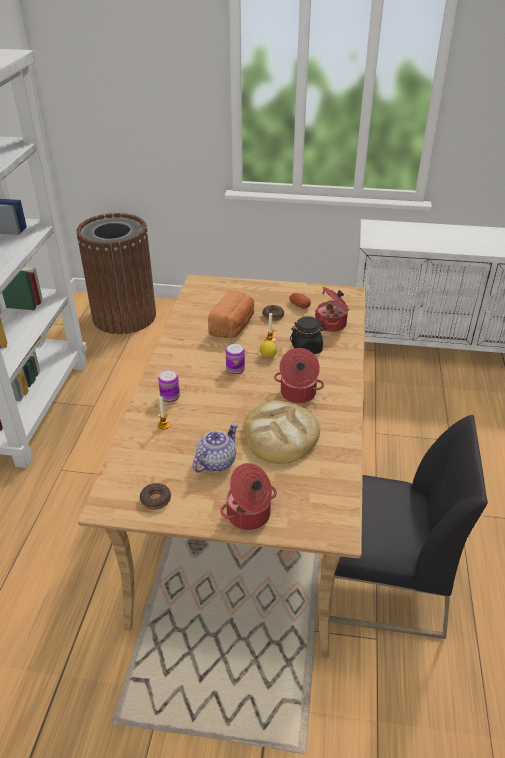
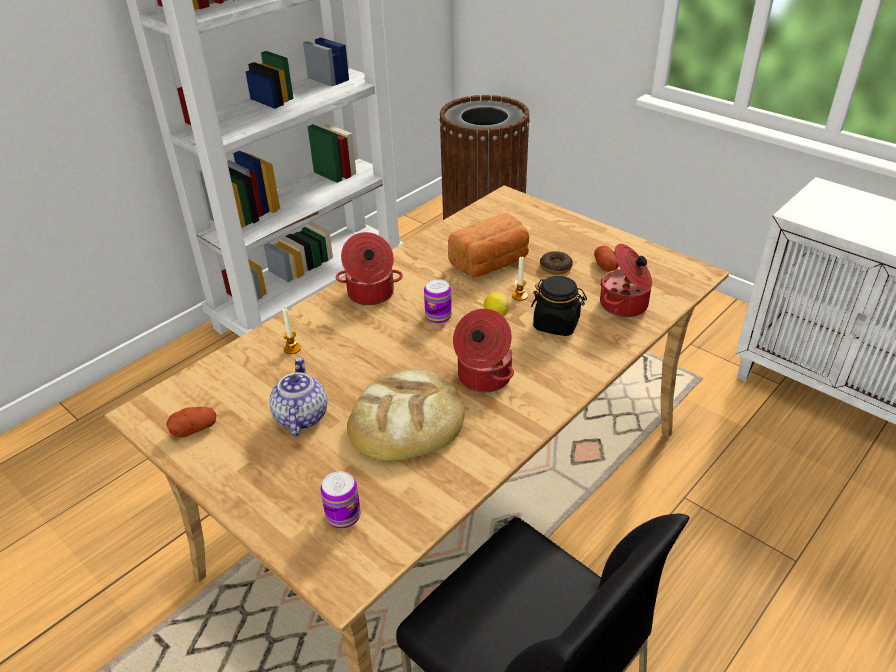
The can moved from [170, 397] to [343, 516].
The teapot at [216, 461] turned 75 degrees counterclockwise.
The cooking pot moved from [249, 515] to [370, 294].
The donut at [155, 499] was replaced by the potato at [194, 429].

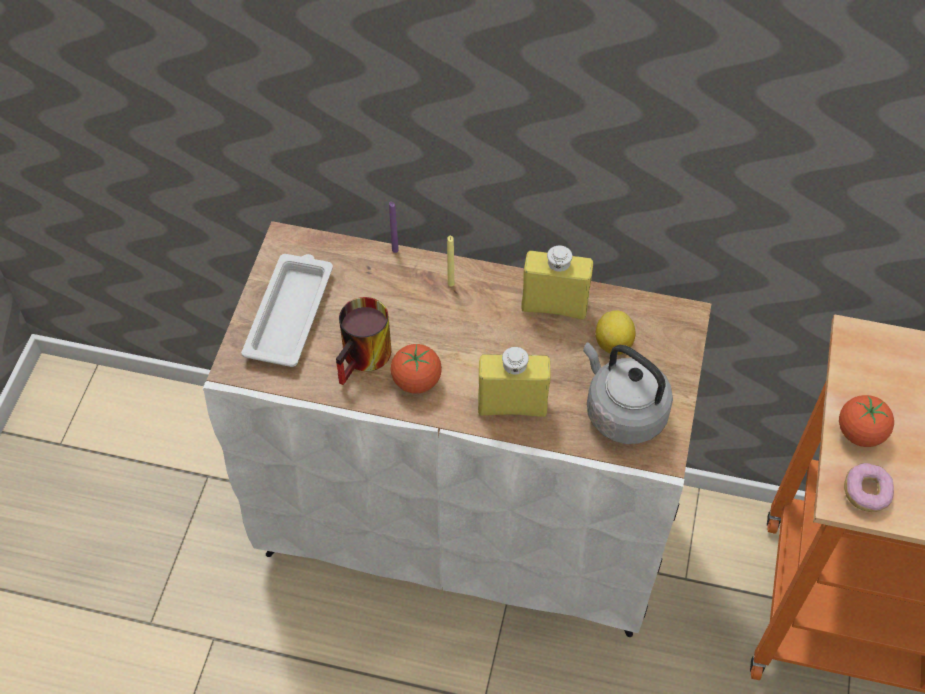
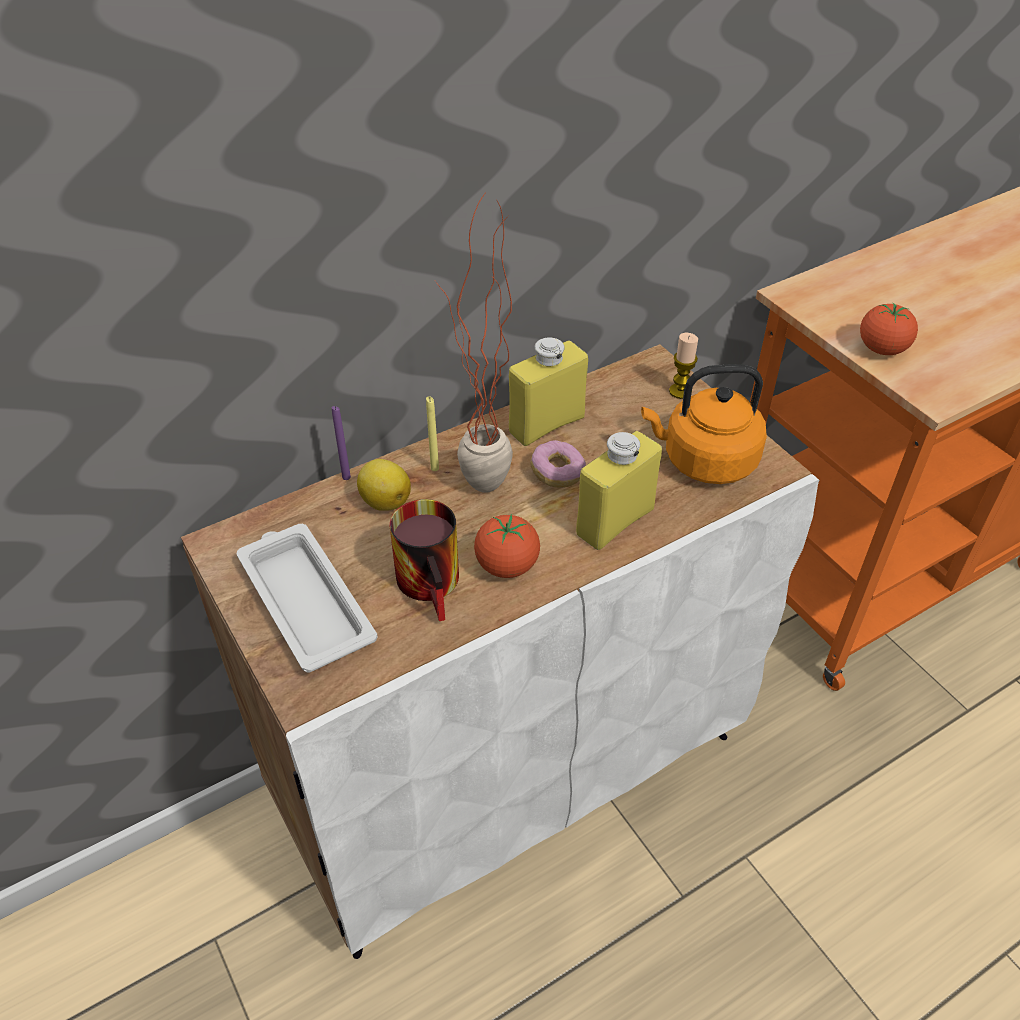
The lemon moved from [614, 342] to [385, 500].
The kettle (grey) at [622, 412] became the kettle (orange) at [704, 461].
The donut moved from [866, 493] to [557, 473].
The potted plant at [481, 496] appeared.
The candle at [680, 391] appeared.

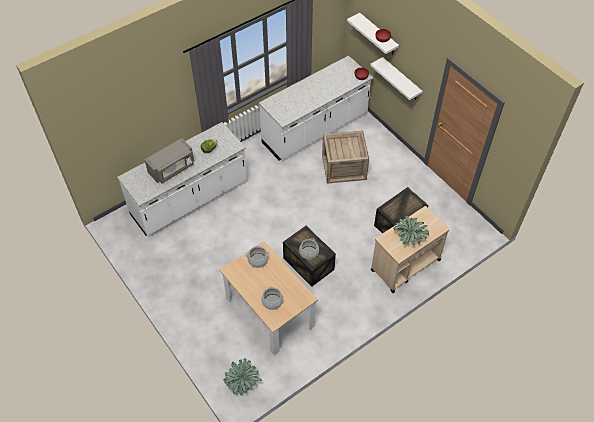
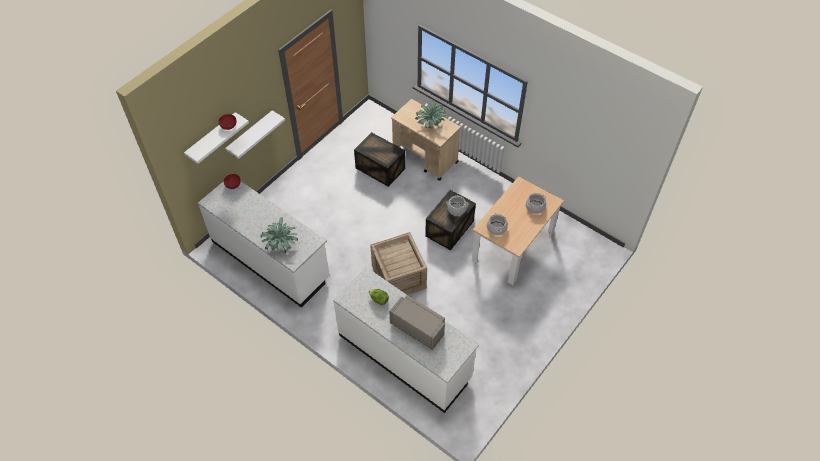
The crate moved from [343, 167] to [398, 277].
The potted plant moved from [242, 382] to [281, 244].

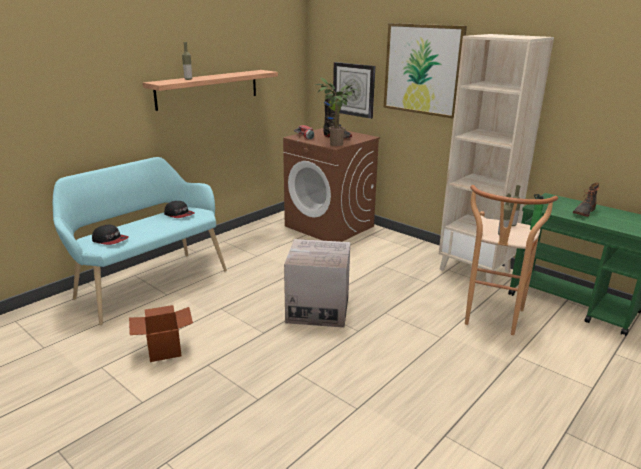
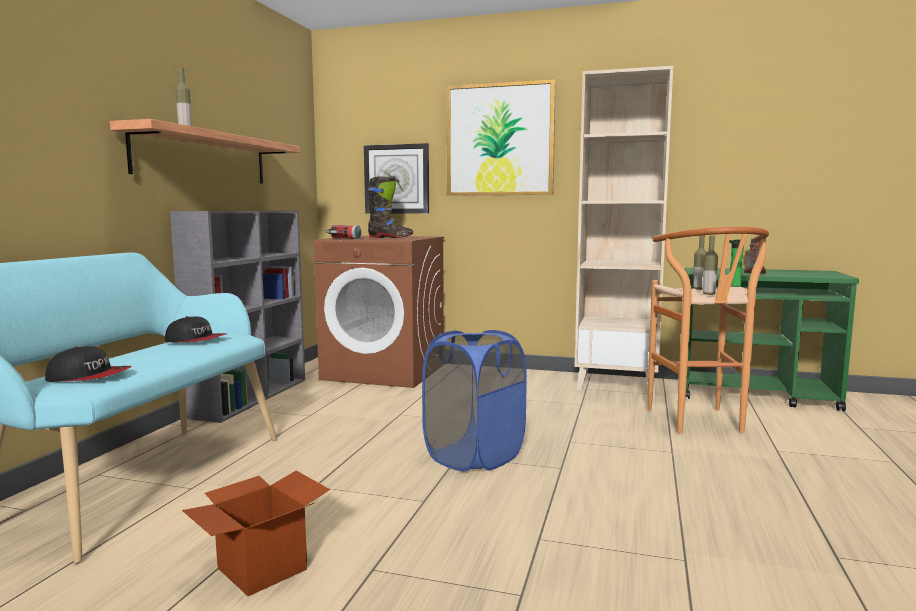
The potted plant at [334, 144] disappeared.
The cardboard box at [318, 309] was replaced by the laundry basket (blue) at [474, 456].
The bookcase (grey) at [251, 397] appeared.

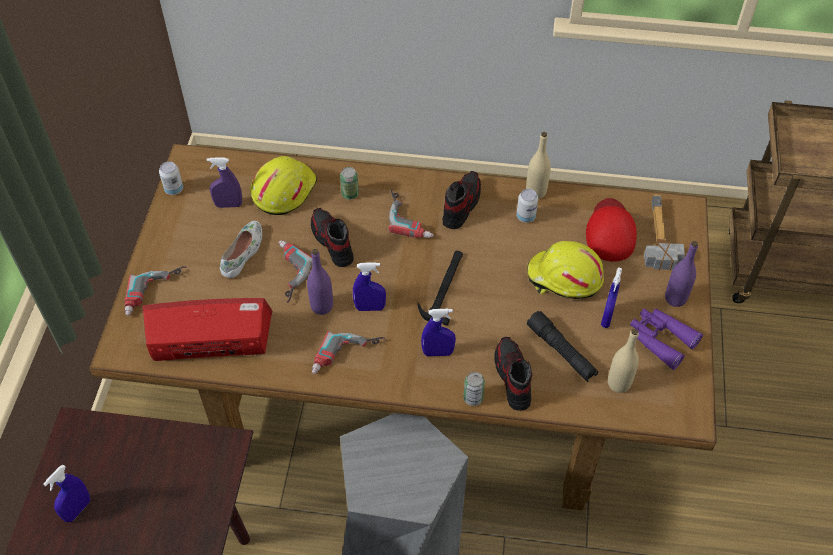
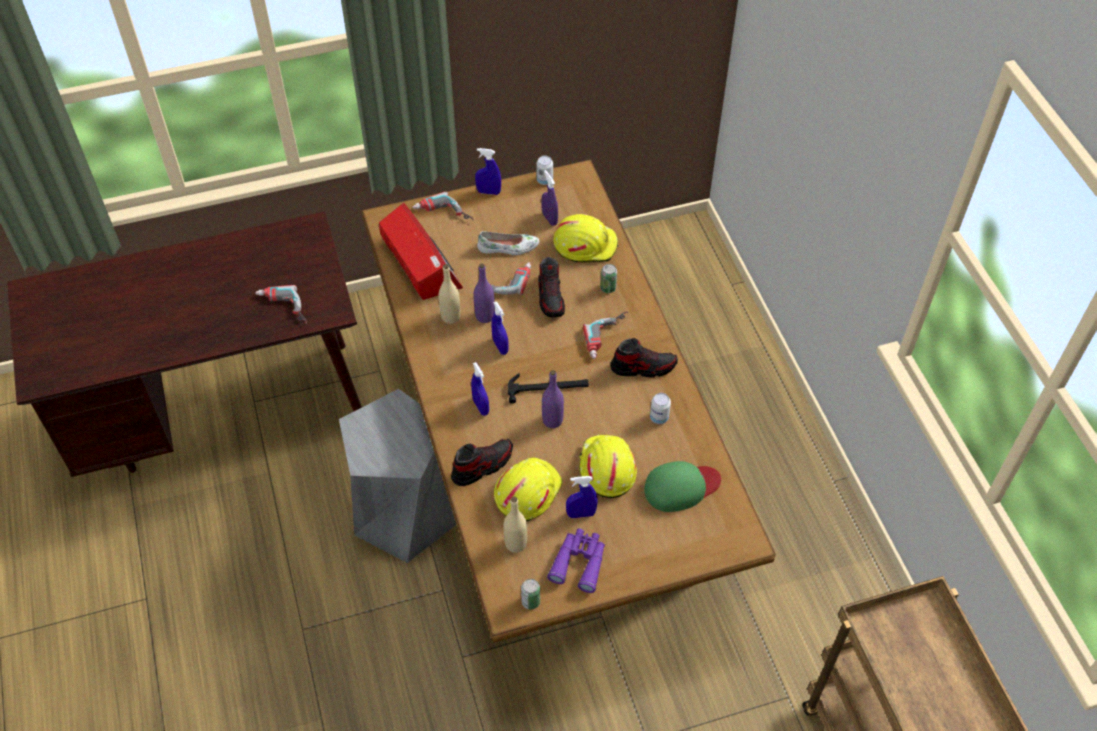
The bottle (beige) moved from [536, 192] to [450, 317].
The hammer at [654, 237] disappeared.
The cap (red) at [610, 231] became the cap (green) at [681, 487].
The shoe at [332, 242] turned 135 degrees clockwise.
The bottle (purple) moved from [675, 298] to [552, 420].
The flashlight (black) at [561, 351] was replaced by the hard hat (yellow) at [526, 491].
The power drill moved from [348, 358] to [281, 309].
The can moved from [473, 398] to [531, 601].
The spray bottle (blue) moved from [77, 509] to [488, 192].

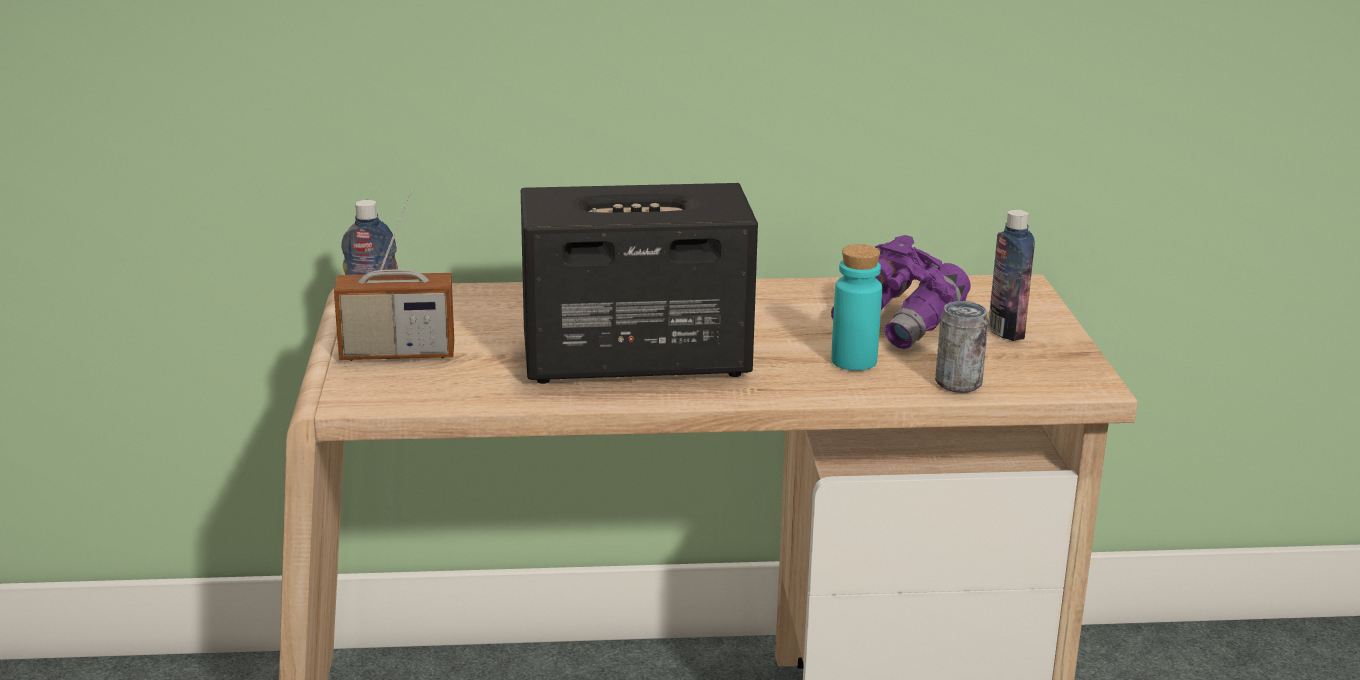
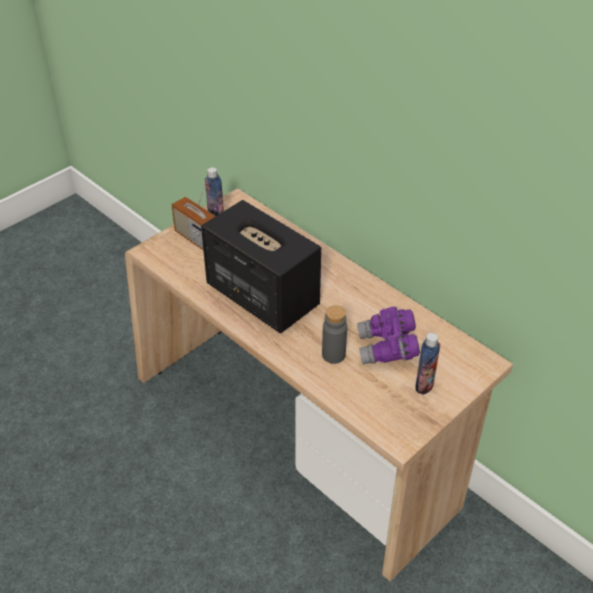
The bottle (turquoise) at [854, 361] became the bottle (grey) at [333, 355].
The can at [958, 384] disappeared.

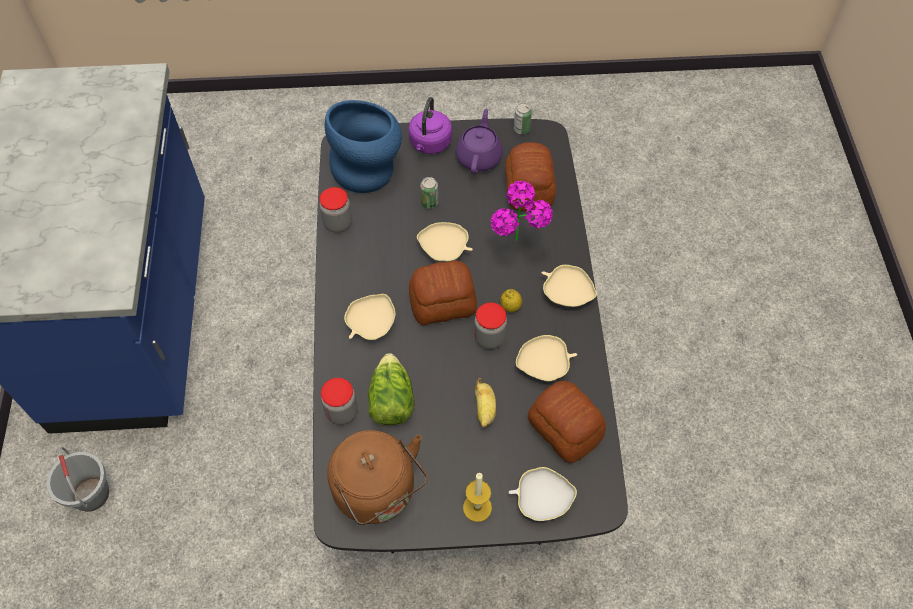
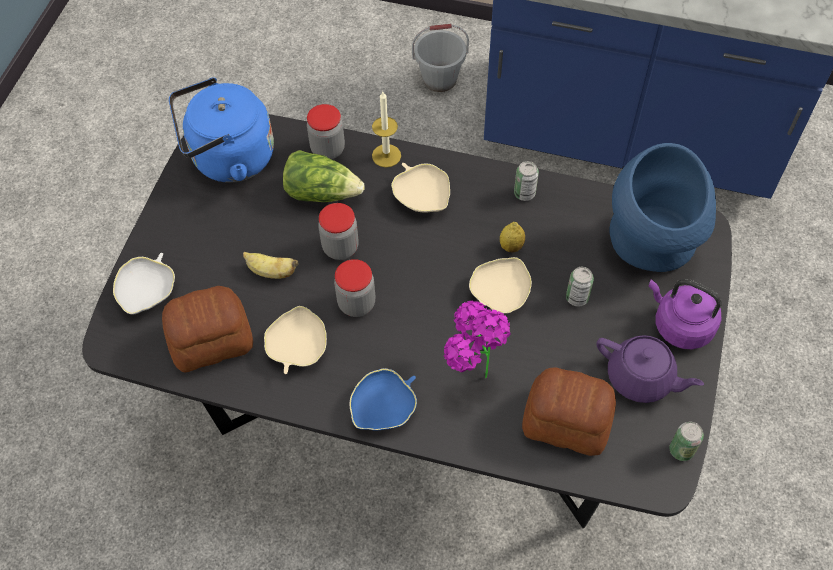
The jar moved from [338, 223] to [340, 247].
The bread at [443, 304] disappeared.
The bowl (beige) at [567, 293] became the bowl (blue) at [384, 408].
The lemon moved from [510, 307] to [511, 246].
The kettle (brown) at [378, 493] became the kettle (blue) at [228, 159].
The candle moved from [477, 507] to [386, 155].
The can at [524, 193] appeared.

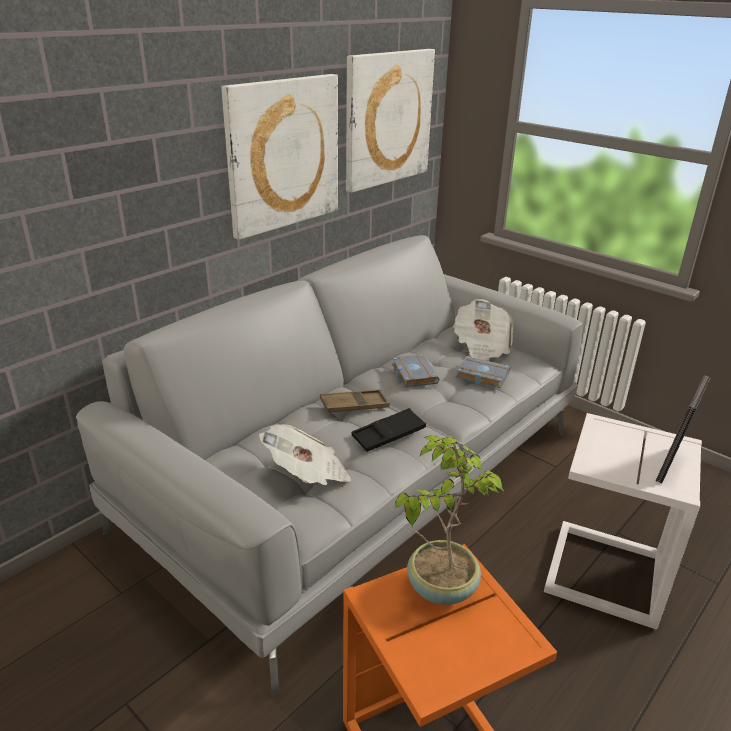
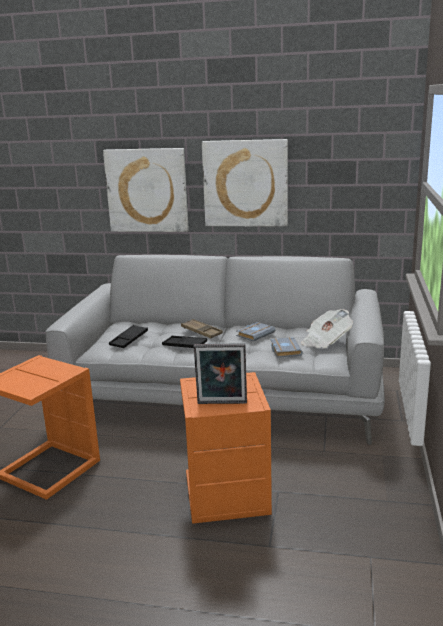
The picture moved from [387, 119] to [147, 190].
The side table (white) at [602, 573] became the side table (orange) at [227, 493].
The newspaper at [307, 474] was replaced by the tray (black) at [129, 339].
The potted plant at [440, 587] disappeared.

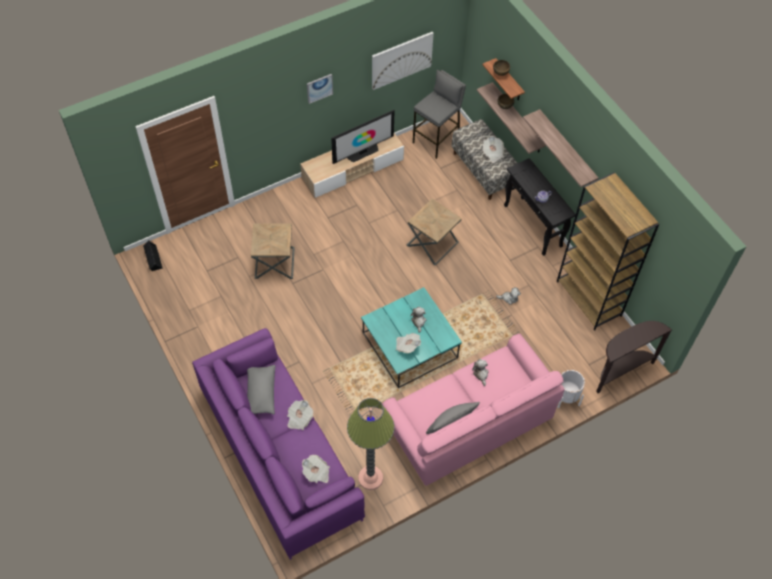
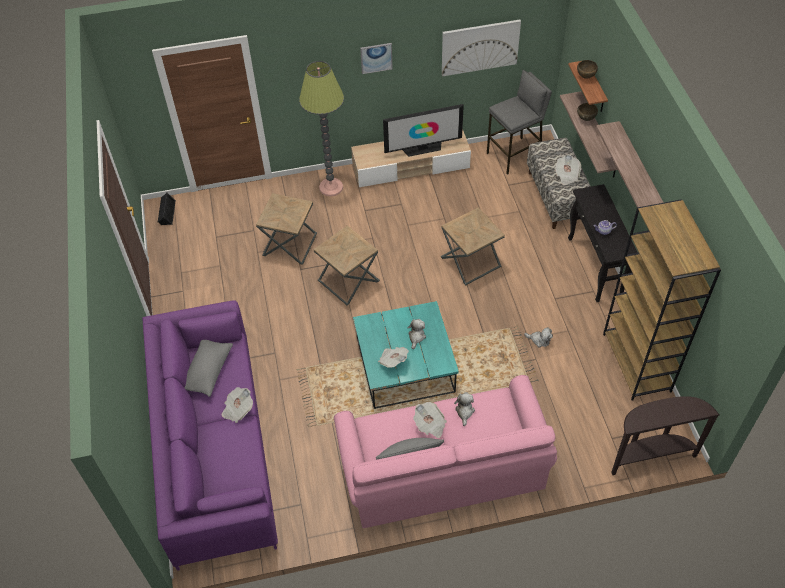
The planter (white) at [566, 396] disappeared.
The floor lamp moved from [370, 478] to [331, 187].
The newspaper moved from [316, 473] to [430, 425].
The side table (brown) at [348, 280] appeared.

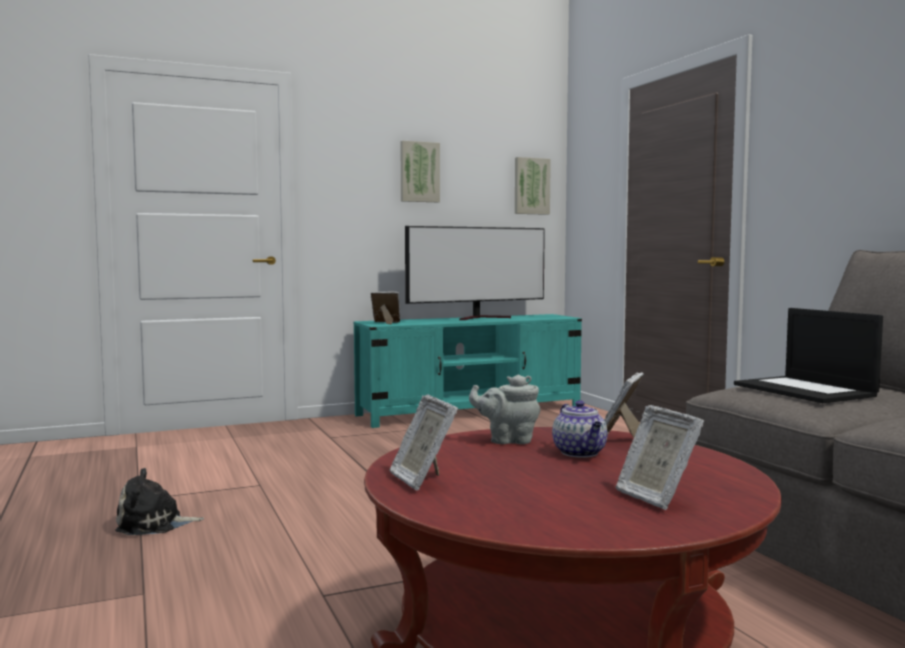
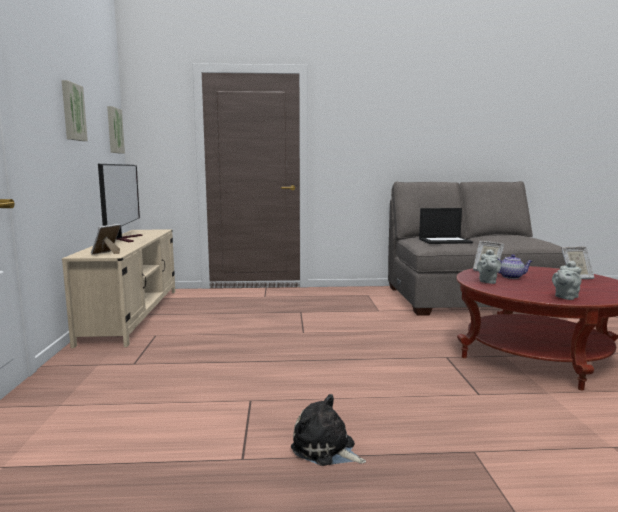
The tv stand (turquoise) at [471, 412] became the tv stand (beige) at [133, 314].
The picture frame at [422, 480] was replaced by the teapot (grey) at [565, 297].
The plush toy at [154, 524] turned 120 degrees clockwise.

